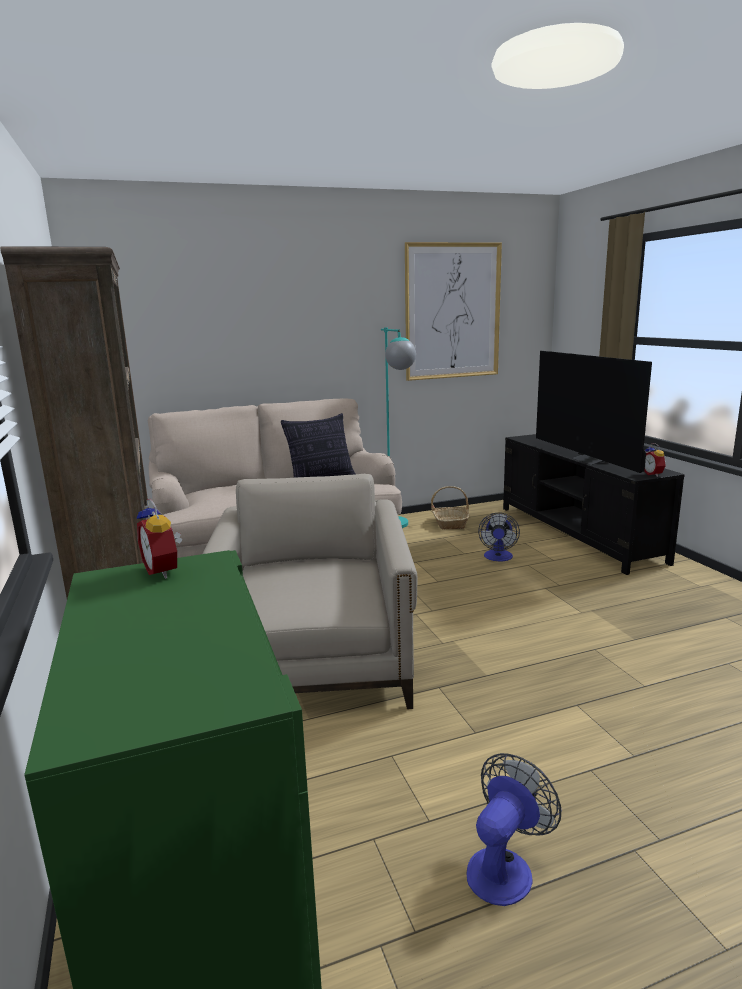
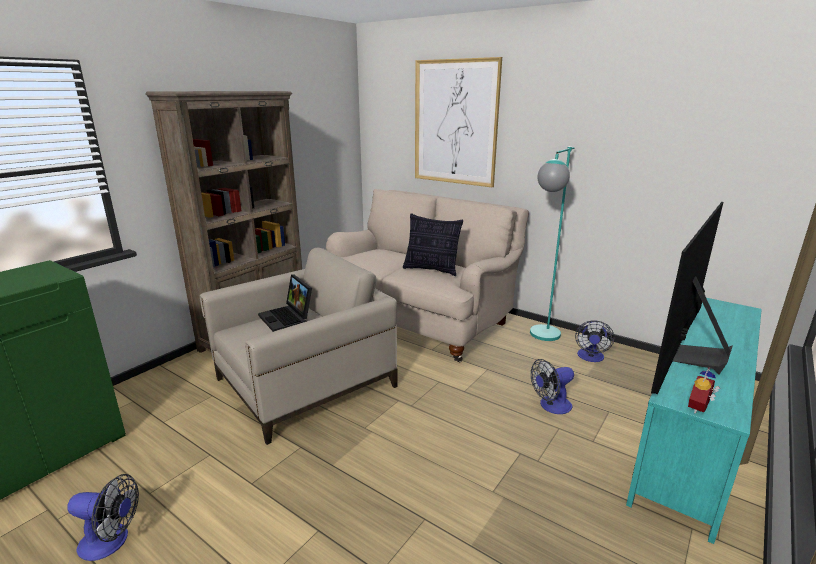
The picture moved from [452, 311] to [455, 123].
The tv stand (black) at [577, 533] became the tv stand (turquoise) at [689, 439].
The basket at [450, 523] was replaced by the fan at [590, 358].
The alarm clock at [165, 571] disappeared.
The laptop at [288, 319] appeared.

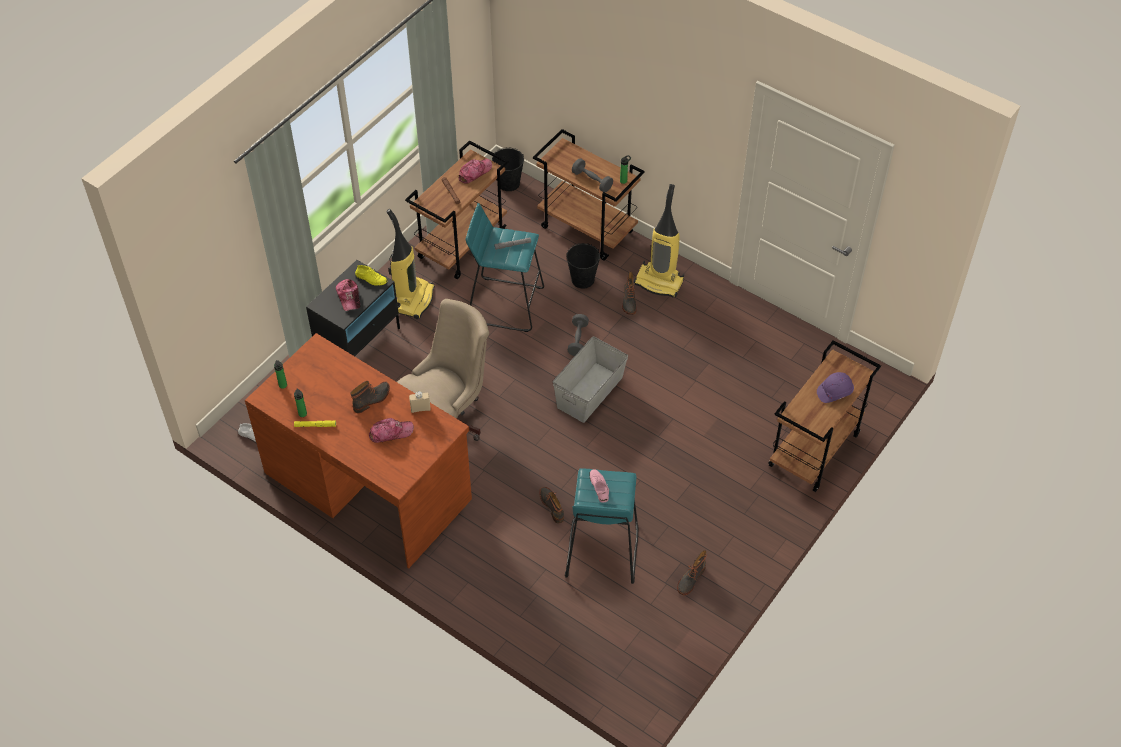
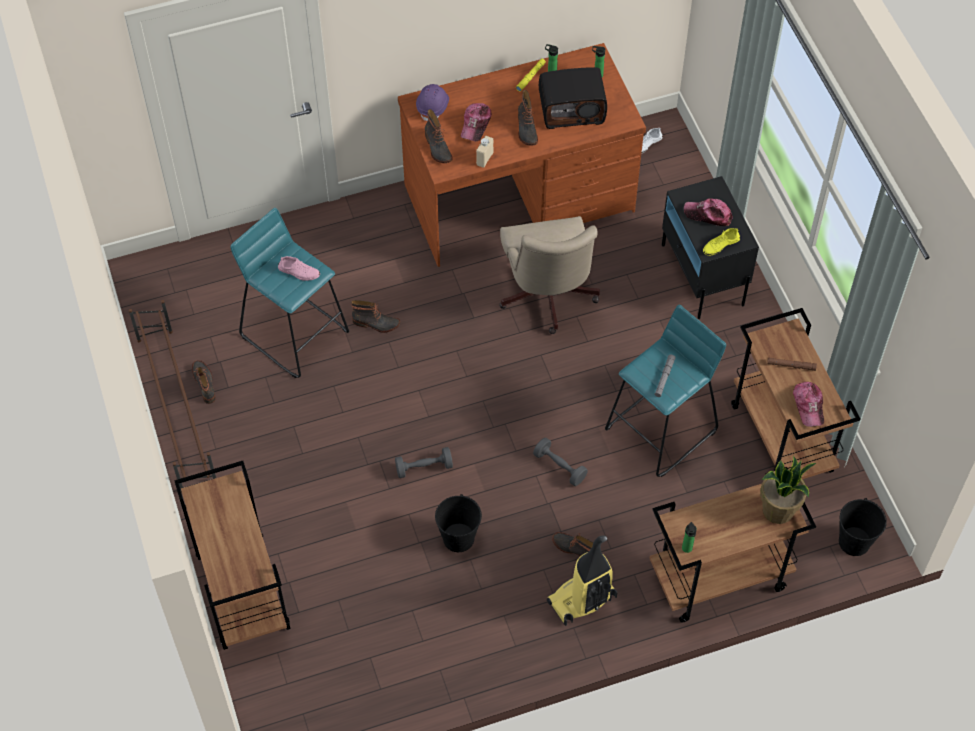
The dumbbell (grey) moved from [592, 181] to [424, 467].
The vacuum cleaner at [414, 299] disappeared.
The bucket (black) moved from [583, 279] to [458, 538].
The storage box (grey) at [590, 392] disappeared.
The hard hat (purple) moved from [834, 392] to [433, 107].
The radio at [572, 109] appeared.
The boot at [437, 148] appeared.
The shoe rack (brown) at [176, 408] appeared.
The potted plant at [778, 511] appeared.

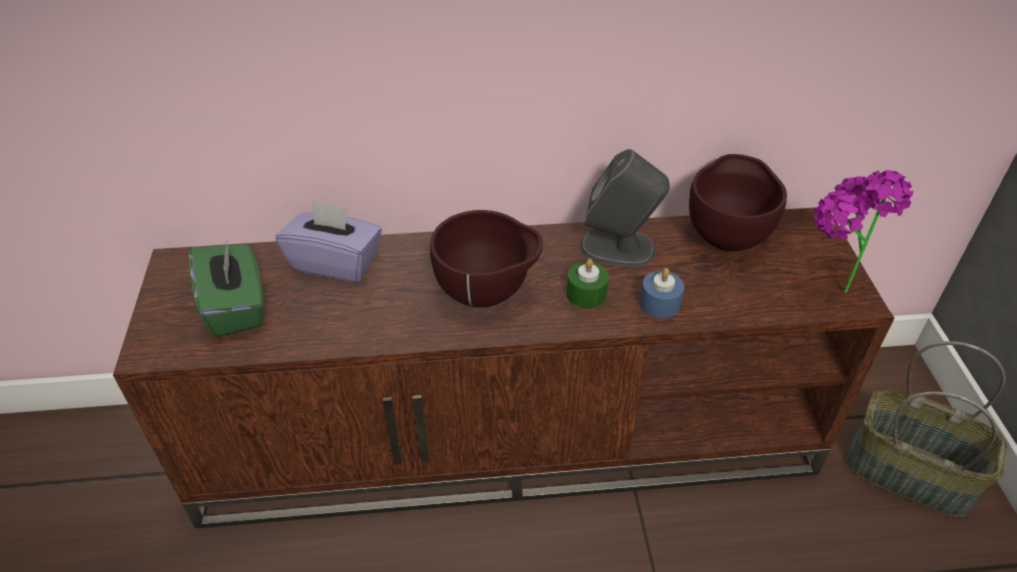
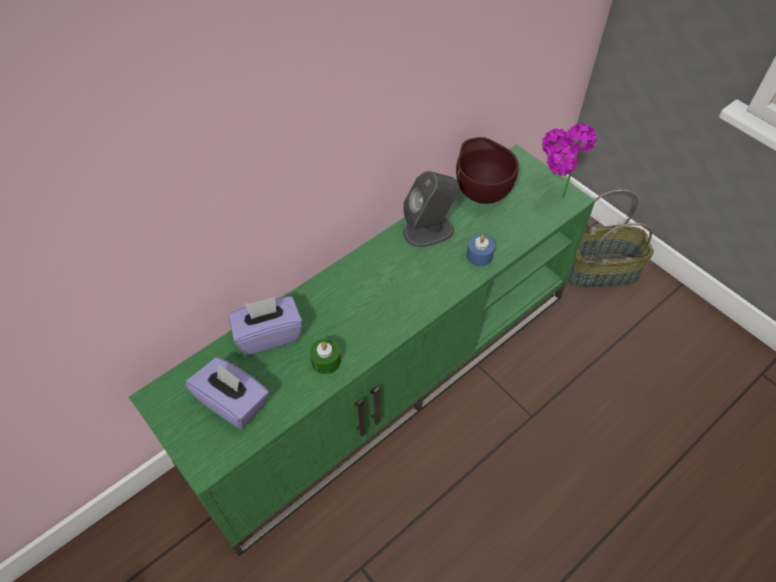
The tv stand (brown) at [511, 437] became the tv stand (green) at [386, 376].
The bowl (brown) at [487, 295] disappeared.
The tissue box (green) at [236, 307] became the tissue box (purple) at [233, 402].
The candle (green) moved from [586, 294] to [326, 361].

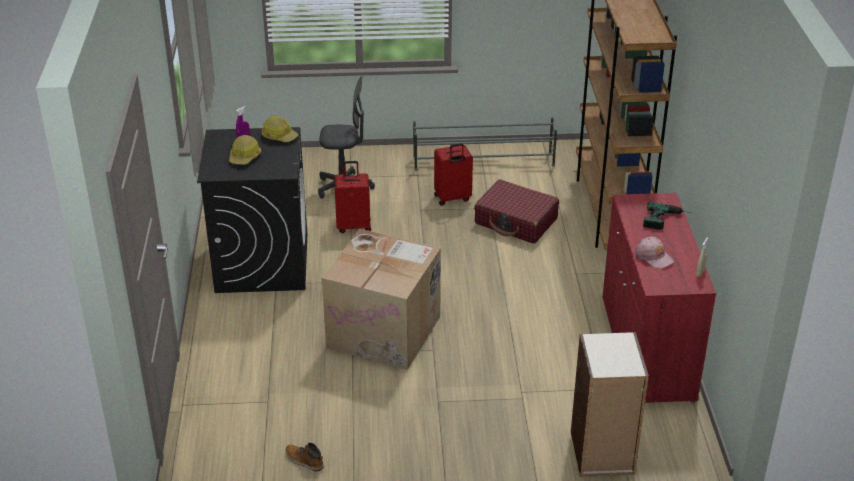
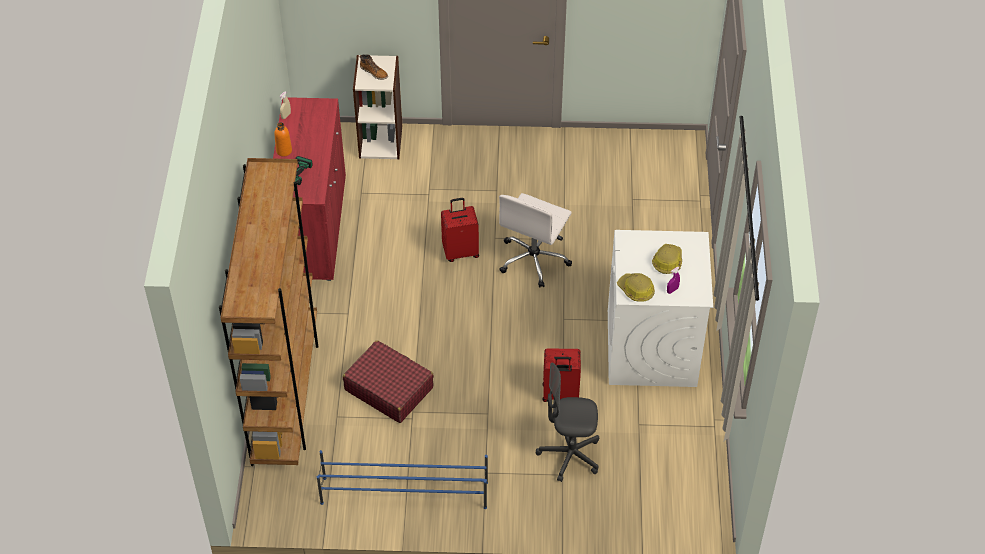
The shoe rack (grey) at [484, 161] became the shoe rack (blue) at [403, 492].
The washing machine (black) at [261, 262] became the washing machine (white) at [652, 349].
The suitcase (red) moved from [452, 198] to [460, 251].
The cardboard box at [385, 331] was replaced by the office chair (white) at [534, 259].
The cap (pink) at [653, 257] disappeared.
The boot moved from [304, 461] to [374, 72].
The bottle (orange) at [284, 151] appeared.

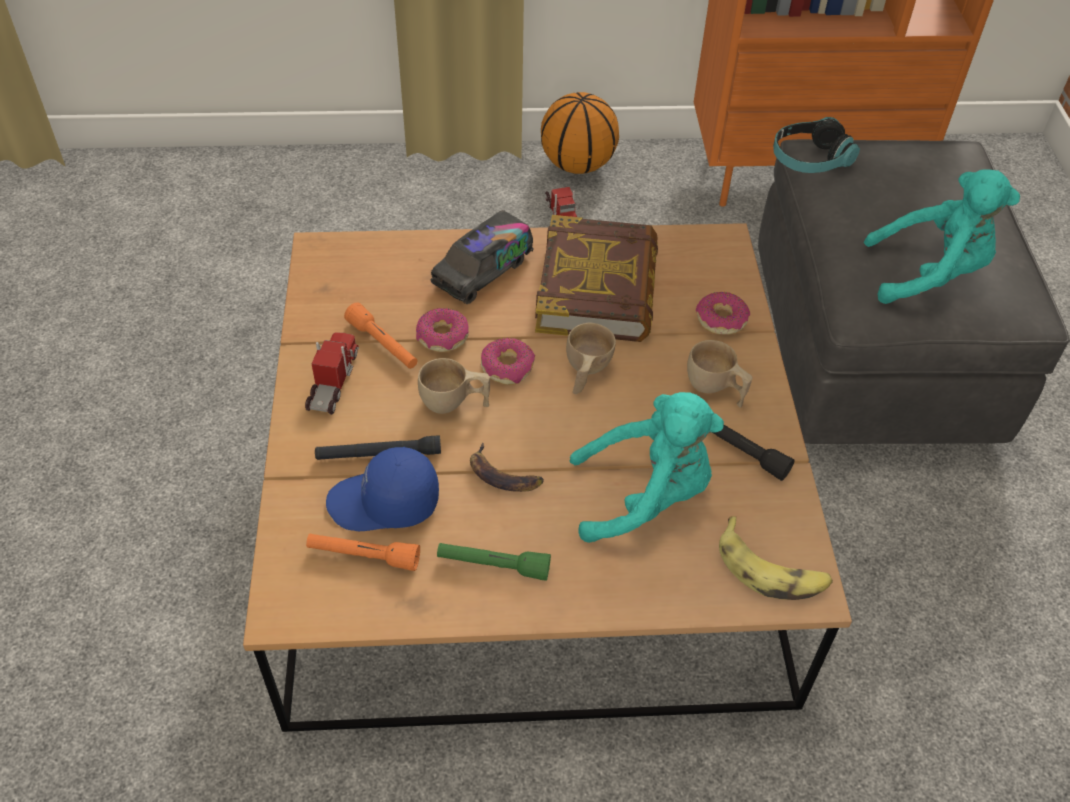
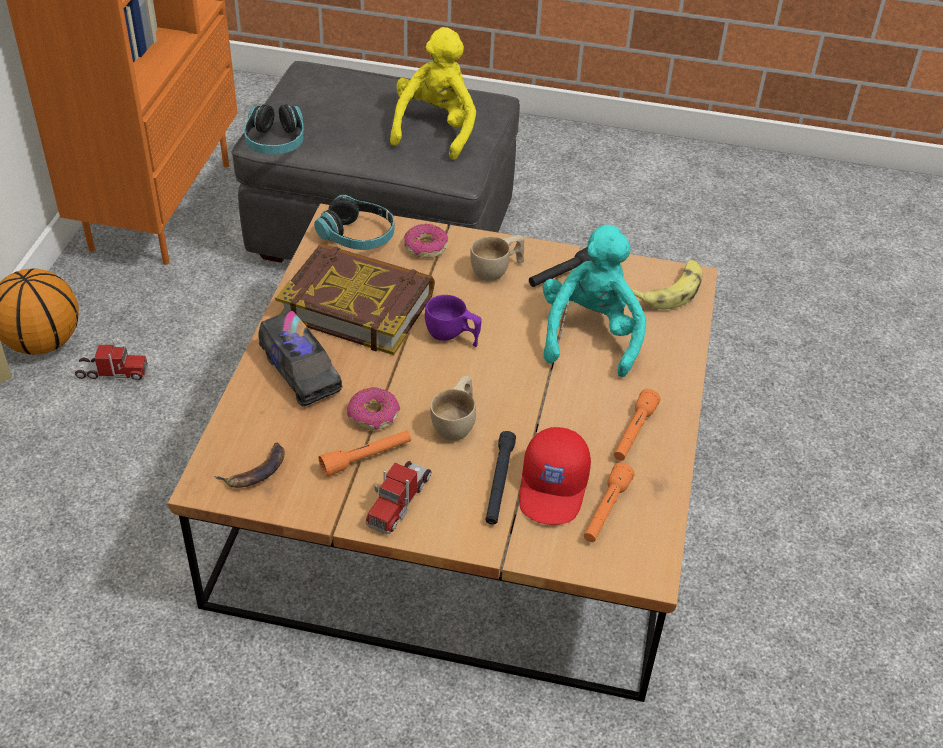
The plush toy (turquoise) at [929, 274] became the plush toy (yellow) at [435, 129].
The cup (beige) at [585, 372] became the cup (purple) at [452, 336].
The toy truck at [333, 381] turned 90 degrees counterclockwise.
The donut at [507, 367] disappeared.
The banana moved from [503, 475] to [256, 470].
The cap (blue) at [384, 503] became the cap (red) at [554, 488].
The flashlight (green) at [493, 565] became the flashlight (orange) at [633, 433].
The headphones at [357, 236] appeared.

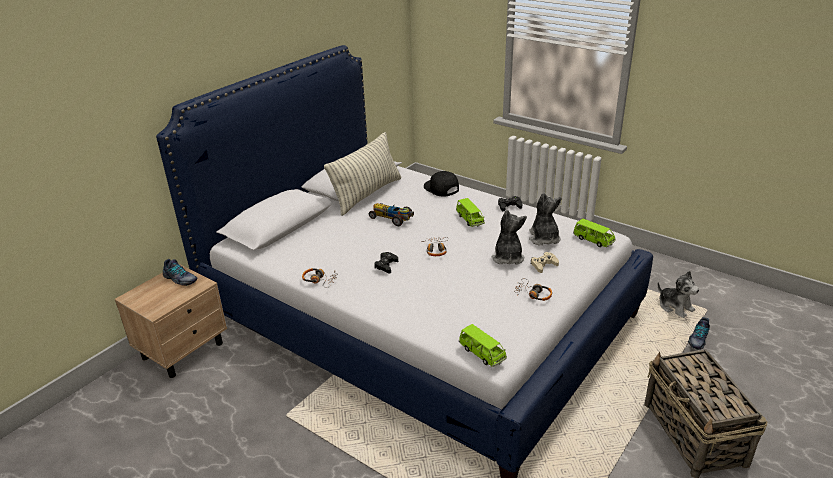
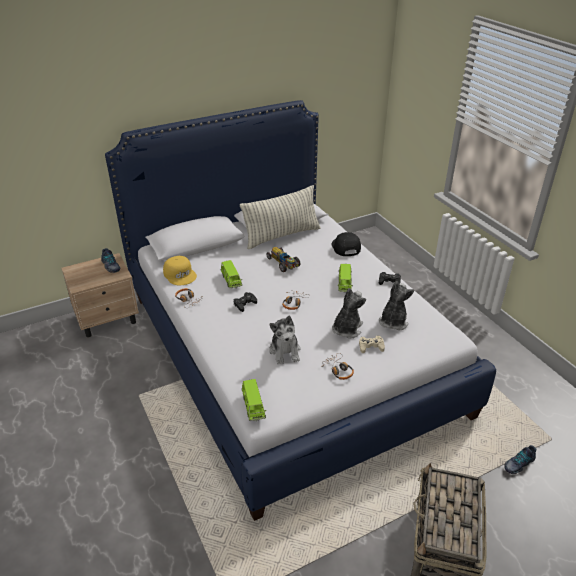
The toy car (green) moved from [593, 240] to [231, 280].
The plush toy moved from [675, 307] to [285, 351].
The cap (yellow) at [180, 274] appeared.

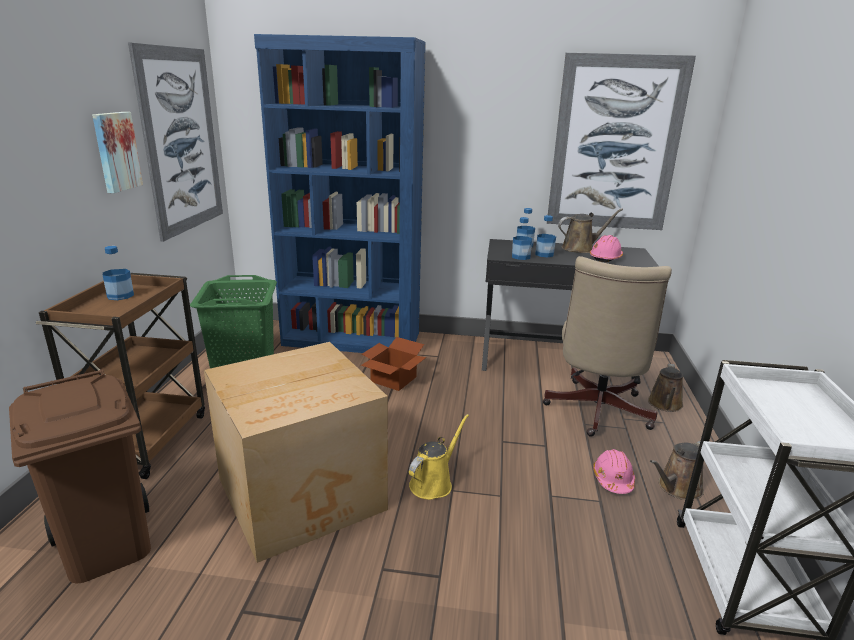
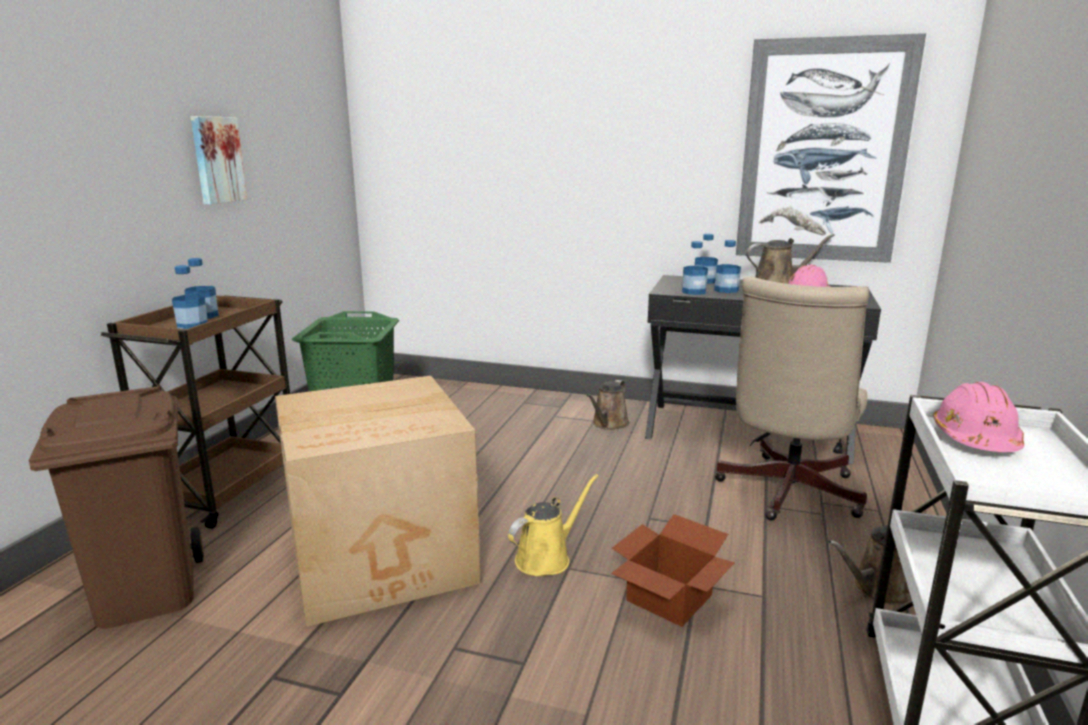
The bookcase (blue) at [352, 340] disappeared.
The picture at [181, 141] disappeared.
The cardboard box moved from [392, 379] to [666, 598].
The watering can (brown) moved from [665, 405] to [608, 424].
The hard hat (pink) moved from [613, 479] to [975, 439].
The bottle at [192, 326] appeared.

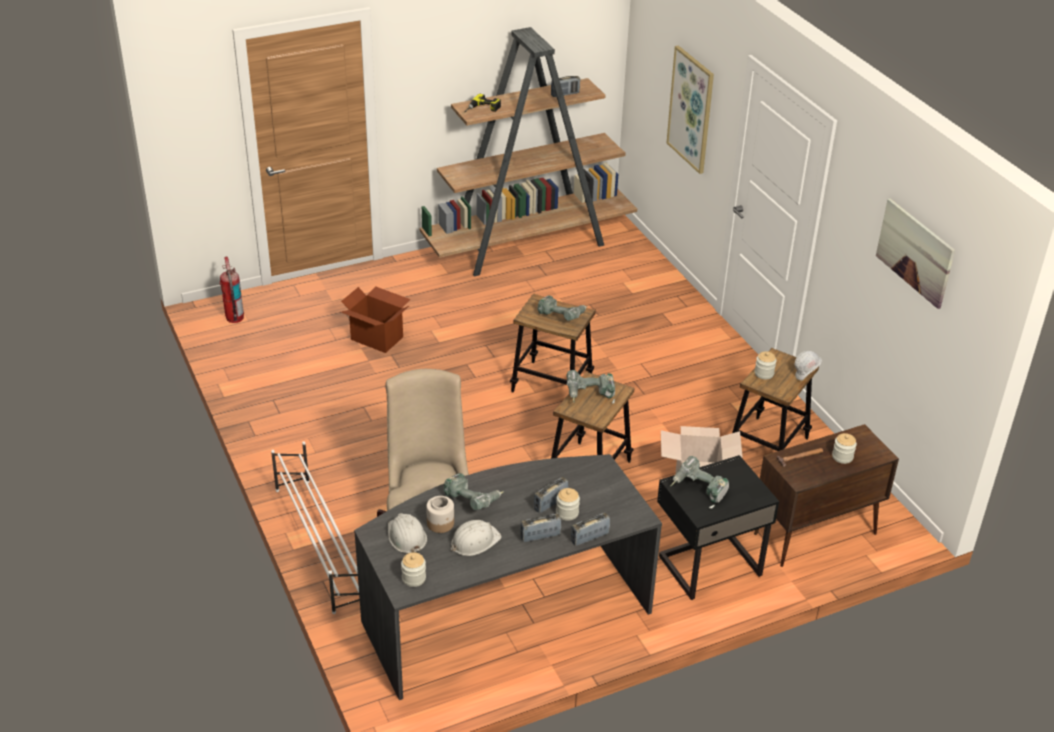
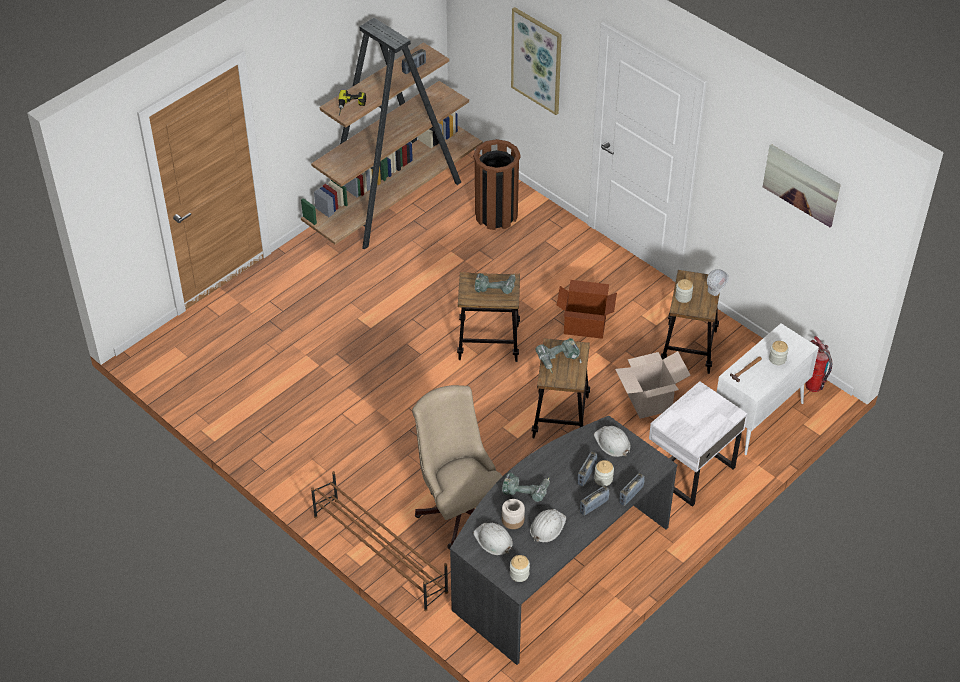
The fire extinguisher moved from [234, 318] to [813, 386].
The cardboard box moved from [377, 338] to [584, 325].
The cabinet (brown) at [814, 534] became the cabinet (white) at [757, 418].
The shoe rack (white) at [320, 543] became the shoe rack (brown) at [379, 553].
The nightstand (black) at [707, 565] became the nightstand (white) at [690, 471].
The power drill at [698, 491] disappeared.
The trash can (brown) at [496, 215] appeared.
The hard hat (white) at [612, 443] appeared.

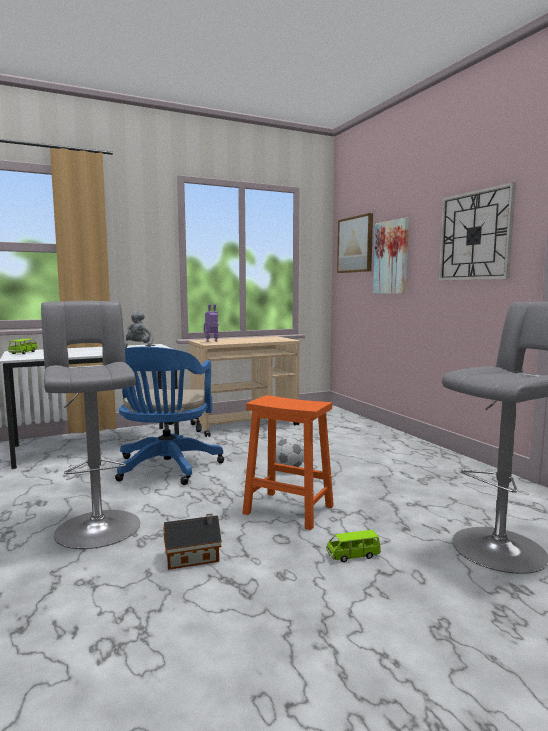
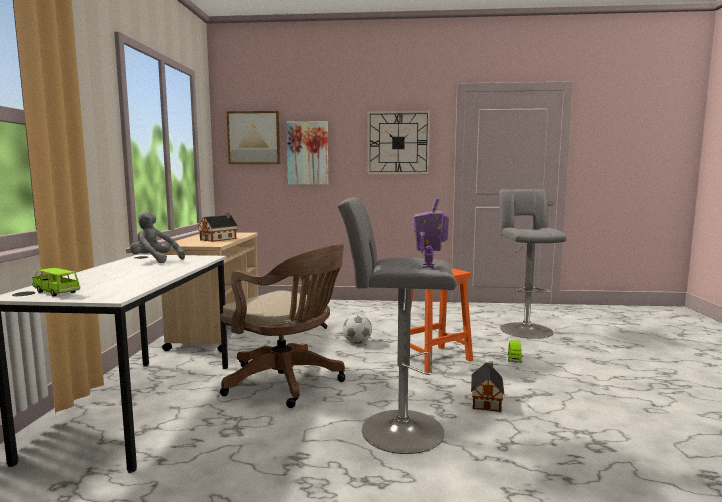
The toy robot moved from [212, 341] to [430, 266].
The office chair (blue) at [166, 469] became the office chair (brown) at [287, 382].
The toy house at [219, 239] appeared.

